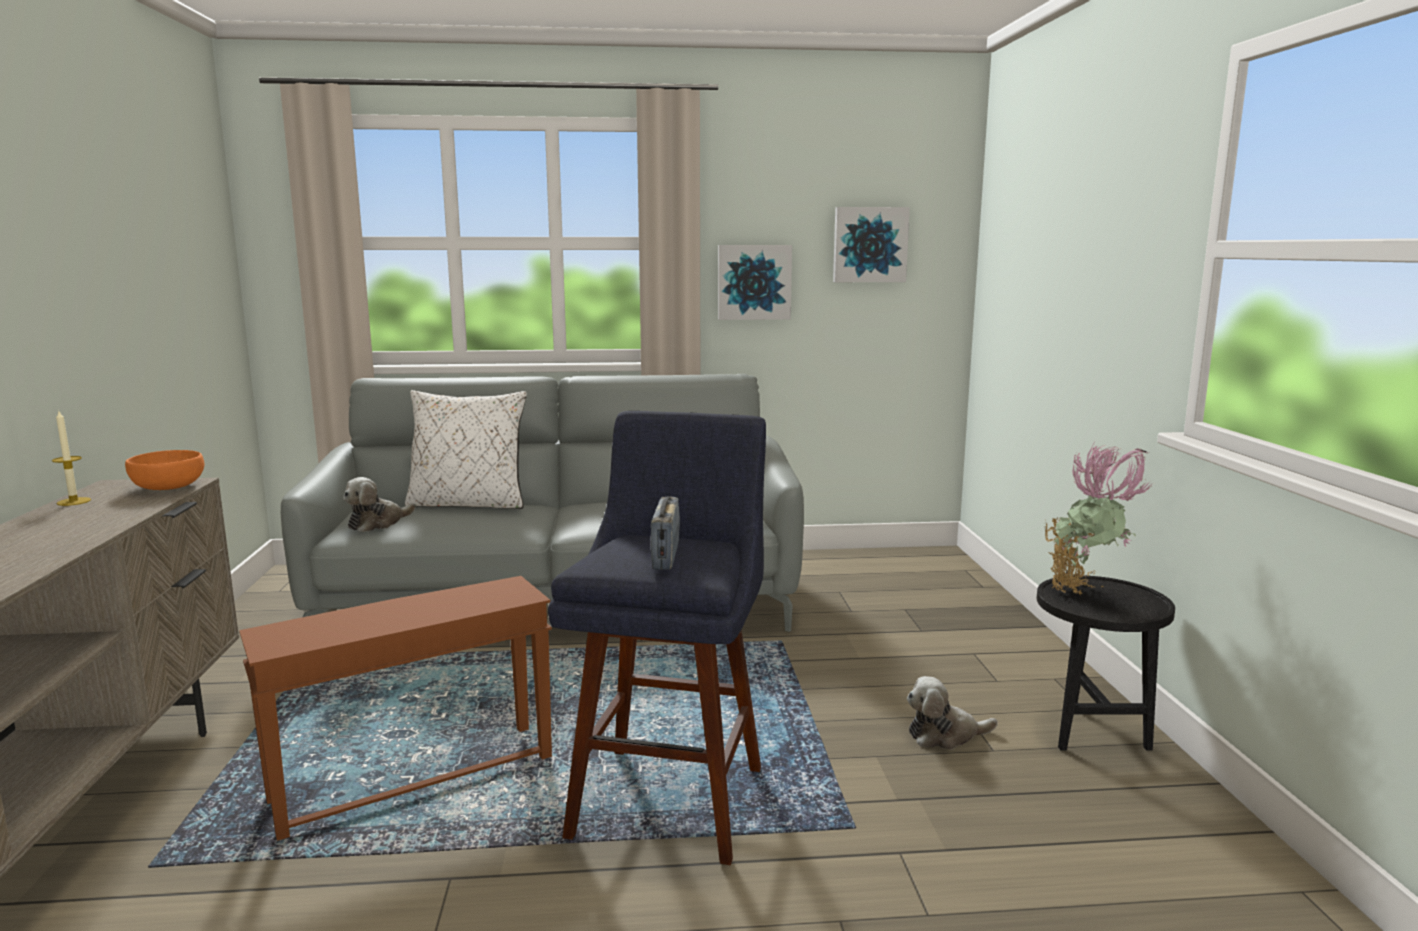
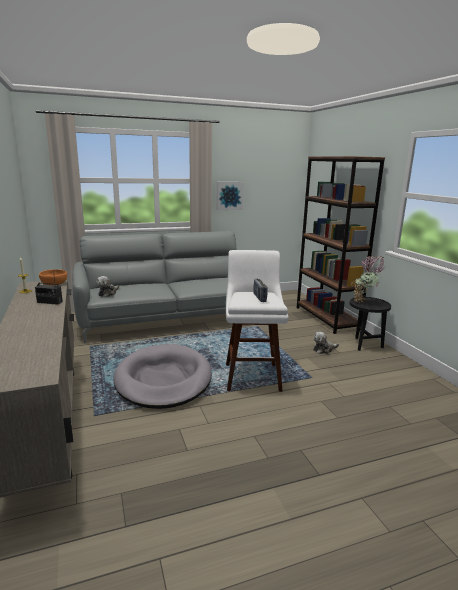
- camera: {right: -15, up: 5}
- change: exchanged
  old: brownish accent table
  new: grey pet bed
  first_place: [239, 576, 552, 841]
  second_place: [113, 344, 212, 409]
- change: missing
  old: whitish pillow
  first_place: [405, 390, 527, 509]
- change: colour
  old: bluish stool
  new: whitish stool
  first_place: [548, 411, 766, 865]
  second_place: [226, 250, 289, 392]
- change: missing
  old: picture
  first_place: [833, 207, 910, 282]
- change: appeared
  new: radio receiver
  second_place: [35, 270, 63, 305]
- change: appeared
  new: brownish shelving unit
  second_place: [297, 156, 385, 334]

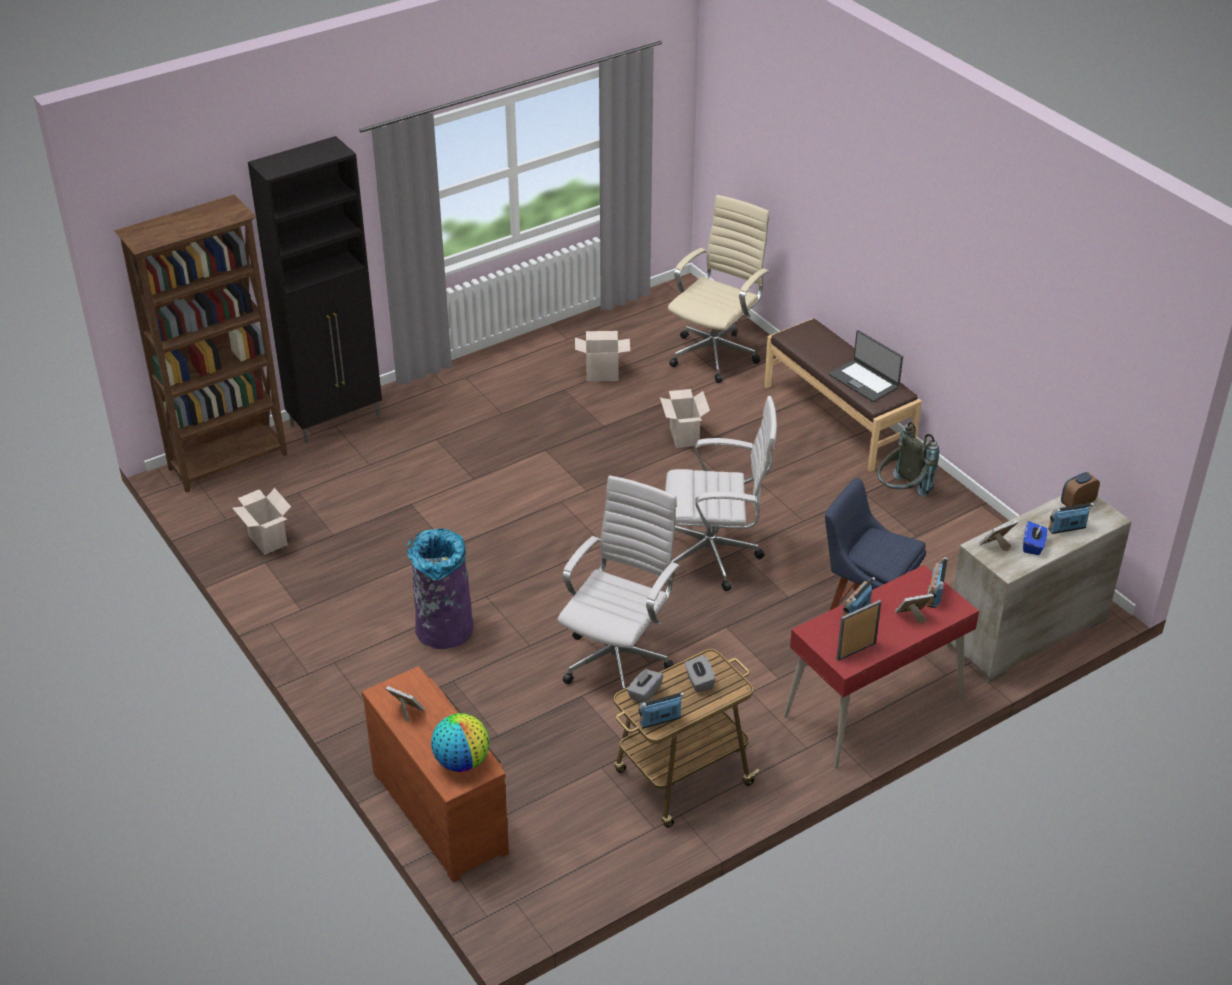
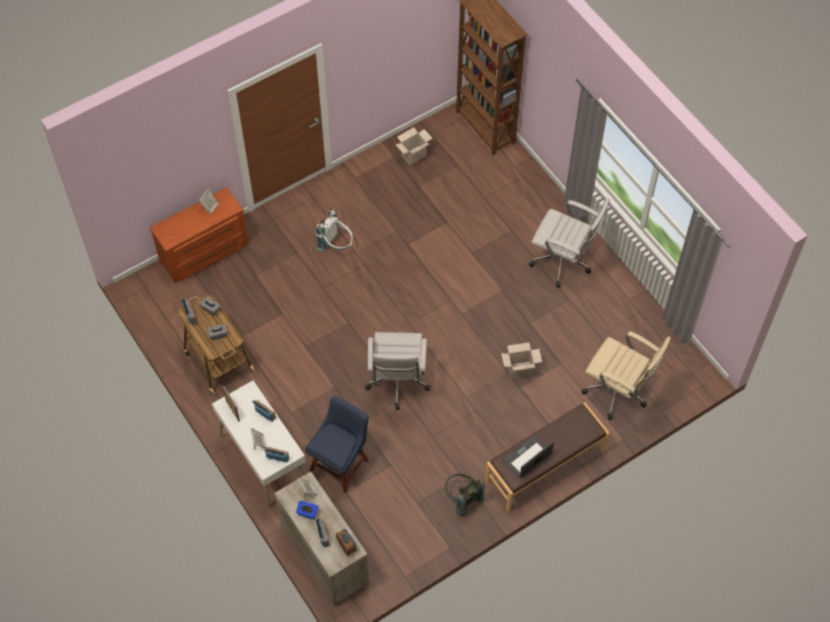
- camera: {right: 90, up: 20}
- change: missing
  old: black cabinet
  first_place: [248, 136, 382, 443]
- change: exchanged
  old: purplish rubbish bin
  new: whitish backpack
  first_place: [407, 528, 474, 649]
  second_place: [316, 209, 353, 251]
- change: missing
  old: desk globe
  first_place: [431, 713, 489, 772]
- change: relocated
  old: whitish computer chair
  first_place: [558, 475, 680, 690]
  second_place: [529, 198, 609, 288]
- change: missing
  old: packing box
  first_place: [575, 331, 630, 382]
- change: colour
  old: red desk unit
  new: whitish desk unit
  first_place: [784, 565, 979, 769]
  second_place: [212, 381, 306, 510]

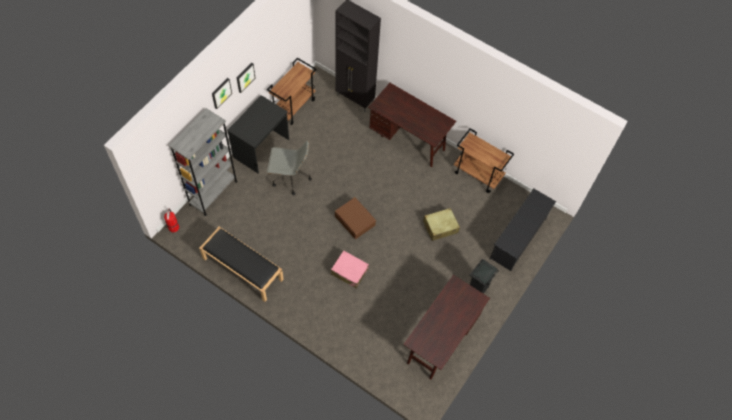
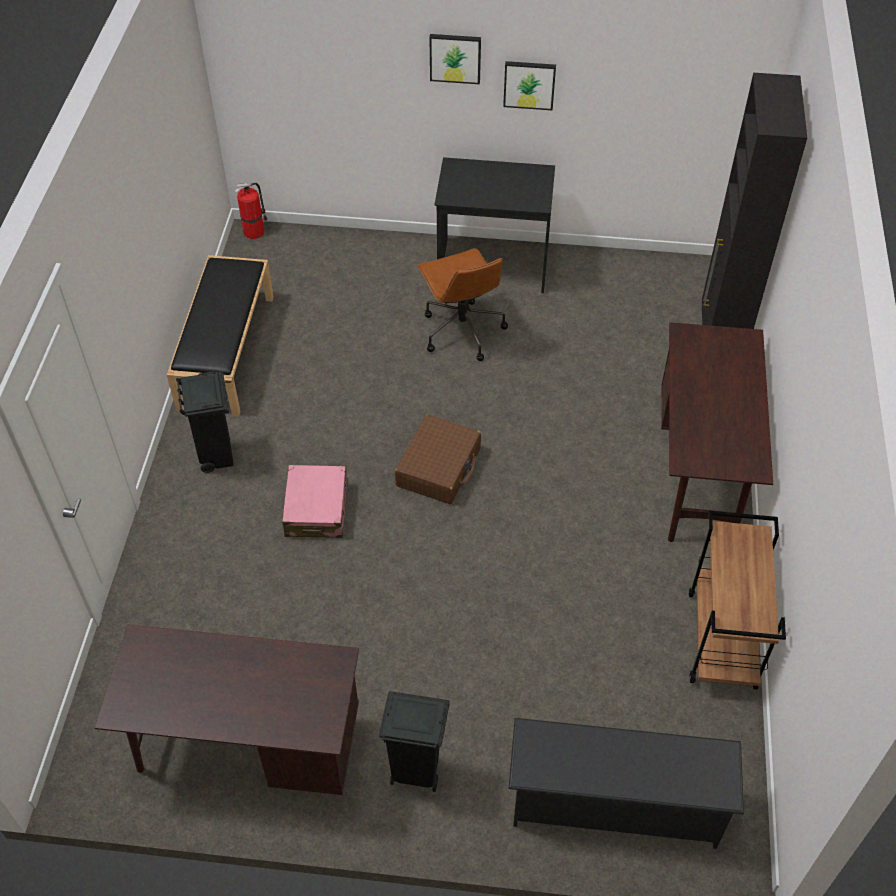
- camera: {right: 65, up: -10}
- change: missing
  old: grey shelving unit
  first_place: [169, 108, 237, 216]
- change: missing
  old: brownish cart
  first_place: [267, 58, 317, 125]
- change: colour
  old: grey computer chair
  new: brownish computer chair
  first_place: [267, 140, 312, 195]
  second_place: [417, 248, 508, 361]
- change: missing
  old: beige-coloured piece of luggage
  first_place: [423, 208, 460, 241]
- change: appeared
  new: black rubbish bin
  second_place: [176, 371, 234, 473]

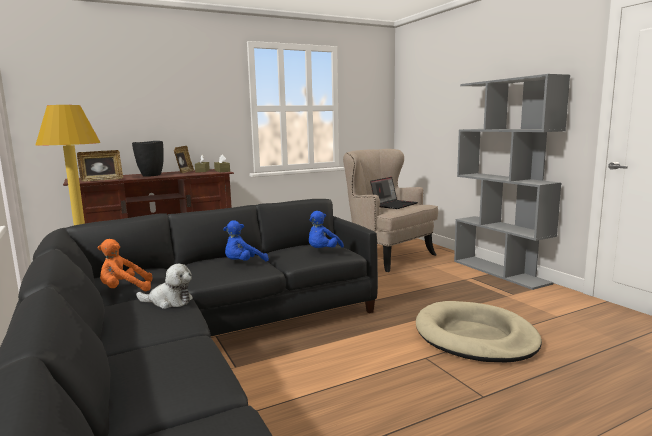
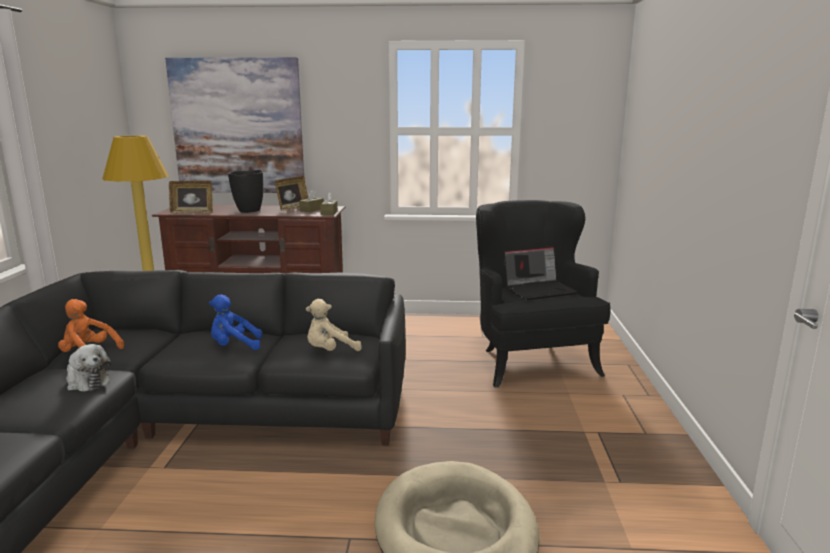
- camera: {right: 30, up: 5}
- change: colour
  old: bluish soft toy
  new: beige-coloured soft toy
  first_place: [309, 211, 344, 248]
  second_place: [306, 299, 362, 351]
- change: colour
  old: beige-coloured armchair
  new: black armchair
  first_place: [343, 149, 438, 272]
  second_place: [476, 200, 611, 387]
- change: missing
  old: grey shelving unit
  first_place: [454, 74, 570, 290]
- change: appeared
  new: picture
  second_place: [165, 57, 304, 193]

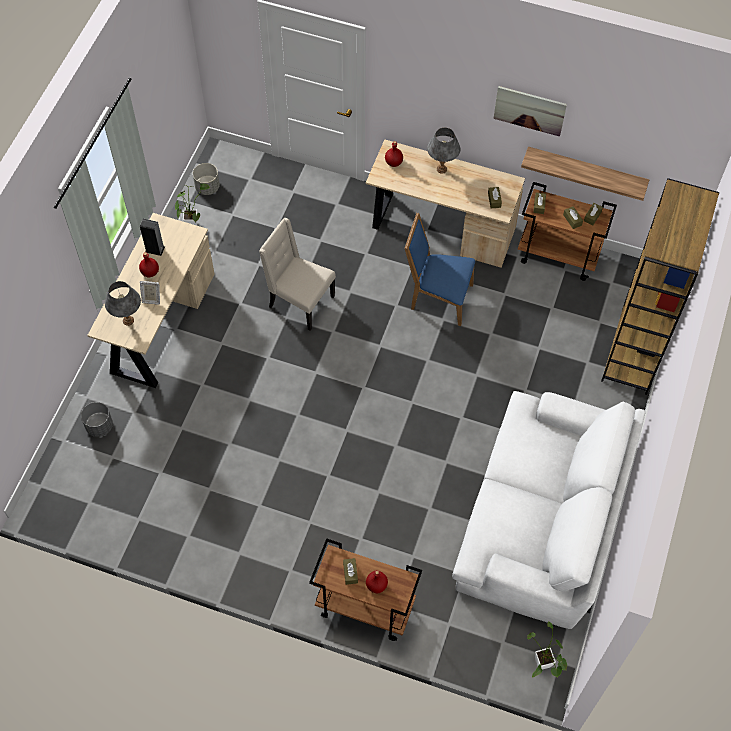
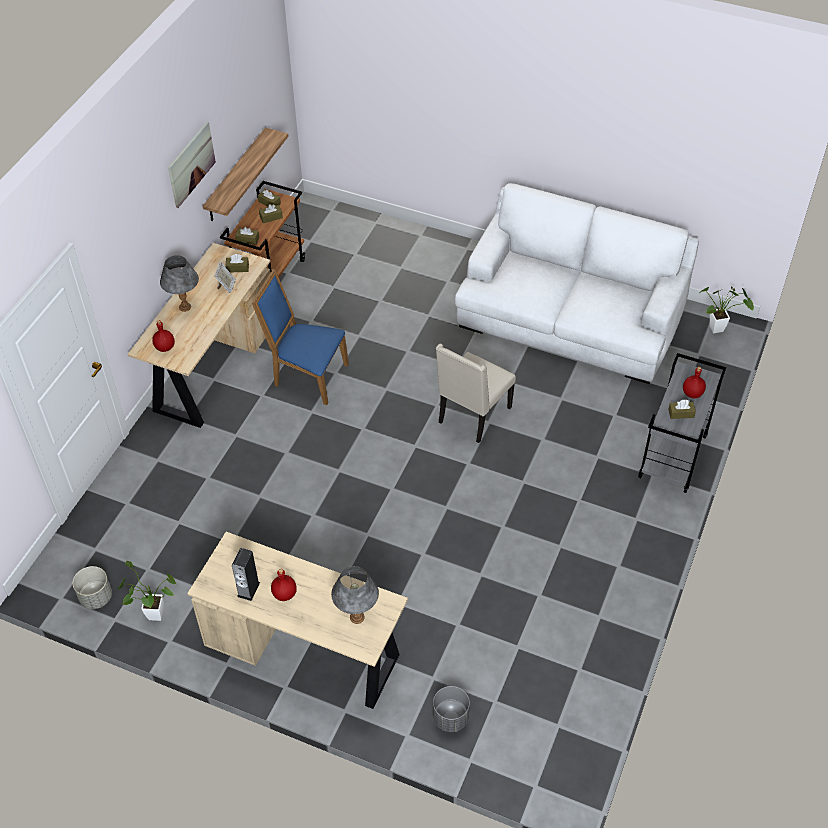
- camera: {right: -85, up: -10}
- change: relocated
  old: photo frame
  first_place: [140, 281, 160, 305]
  second_place: [215, 262, 236, 293]
- change: relocated
  old: beige-coloured chair
  first_place: [259, 218, 336, 331]
  second_place: [436, 343, 516, 443]
- change: colour
  old: brownish cart
  new: grey cart
  first_place: [309, 538, 422, 641]
  second_place: [638, 353, 726, 493]
- change: spun
  old: bluish chair
  first_place: [404, 213, 475, 326]
  second_place: [252, 269, 349, 405]
  degrees: 90
- change: missing
  old: brownish shelving unit
  first_place: [601, 178, 719, 395]

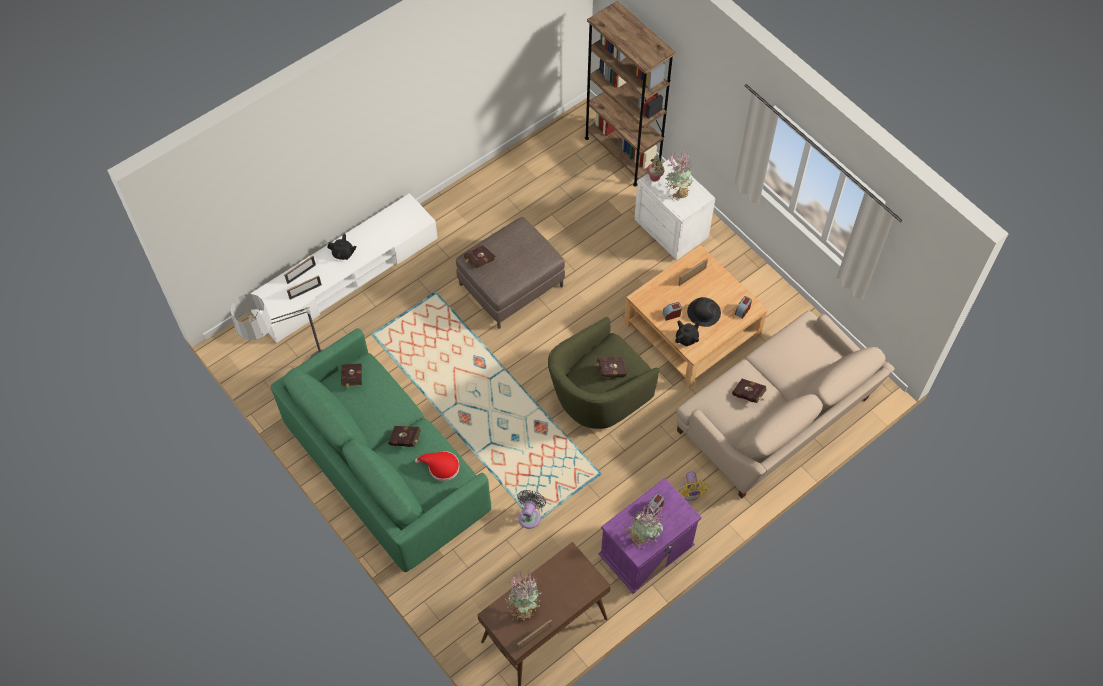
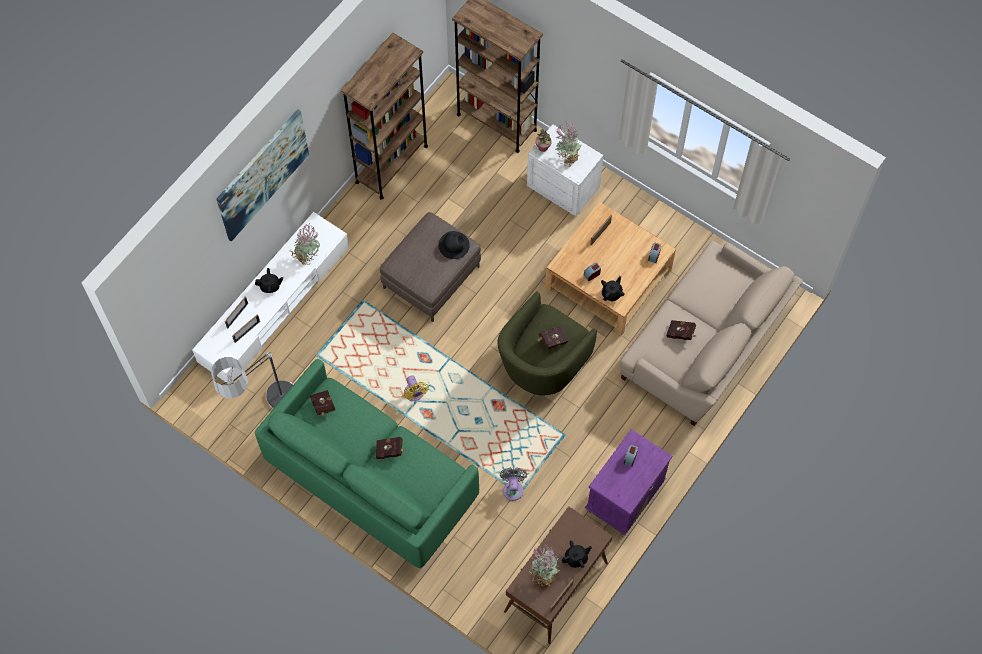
- camera: {right: -15, up: 5}
- change: missing
  old: red wearable hat
  first_place: [415, 451, 460, 481]
- change: missing
  old: red volume
  first_place: [464, 245, 495, 269]
- change: relocated
  old: potted plant
  first_place: [624, 503, 665, 548]
  second_place: [289, 224, 320, 265]
- change: relocated
  old: yellow-coloured electric fan
  first_place: [679, 471, 709, 501]
  second_place: [403, 375, 429, 401]
- change: relocated
  old: black wearable hat
  first_place: [687, 297, 721, 327]
  second_place: [438, 231, 470, 259]
- change: appeared
  new: picture
  second_place: [216, 109, 309, 242]
- change: appeared
  new: brownish shelving unit
  second_place: [340, 33, 428, 200]
- change: appeared
  new: black teapot
  second_place: [562, 540, 592, 568]

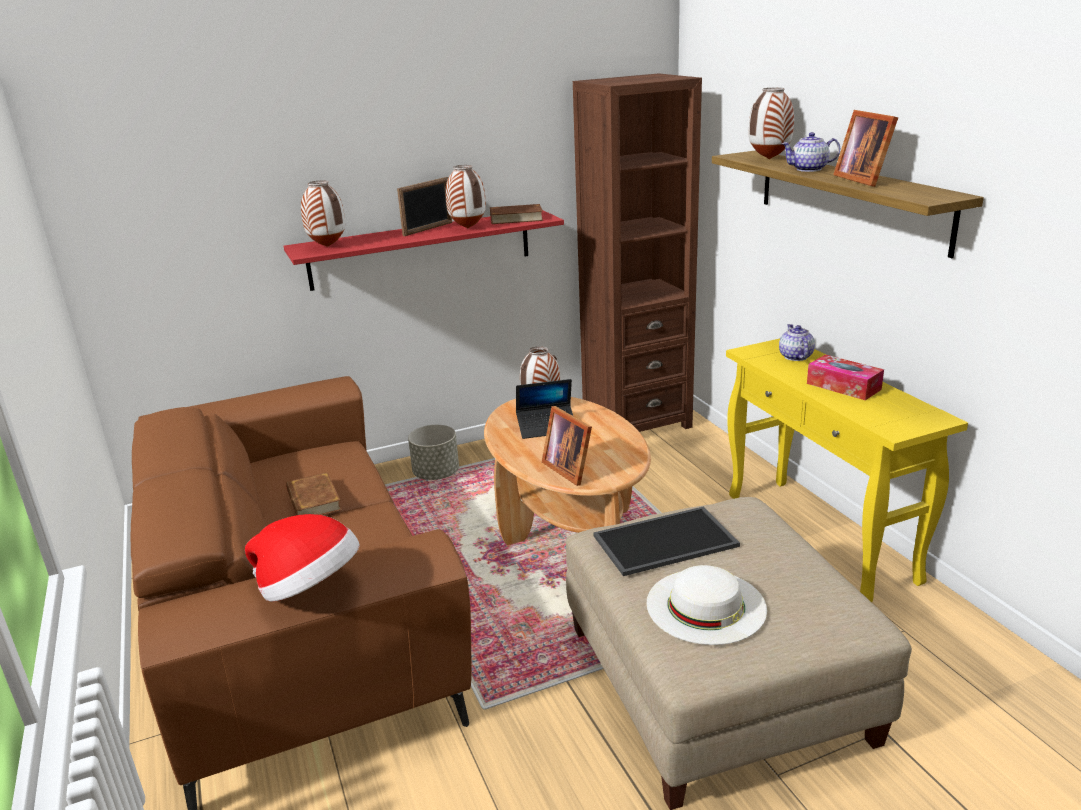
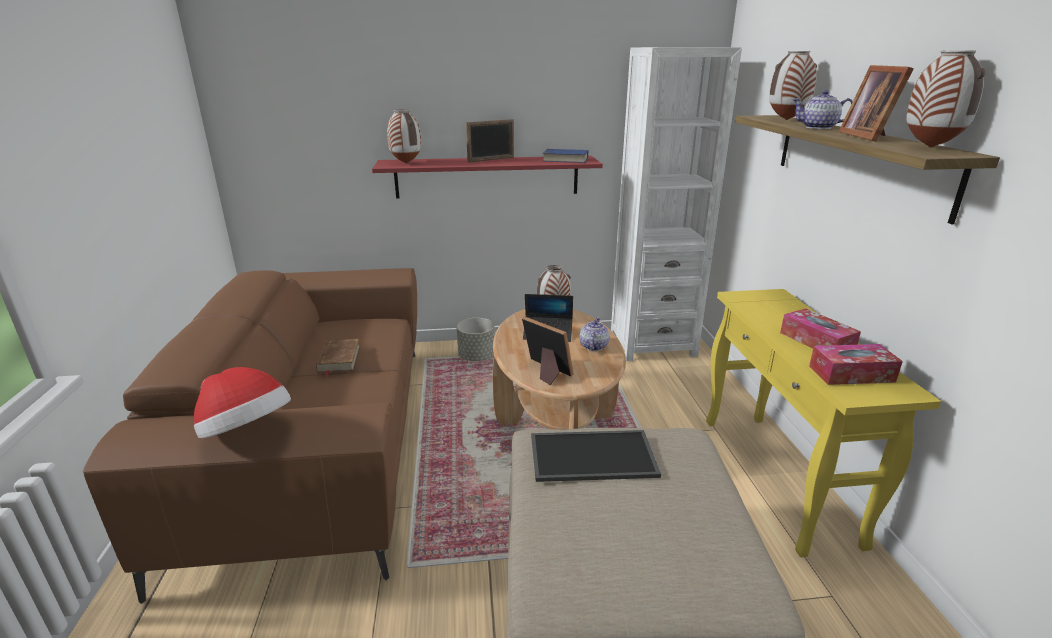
- camera: {right: 15, up: 0}
- change: relocated
  old: vase
  first_place: [445, 165, 486, 228]
  second_place: [906, 51, 986, 148]
- change: colour
  old: brownish volume
  new: bluish volume
  first_place: [485, 204, 543, 224]
  second_place: [539, 149, 588, 163]
- change: spun
  old: photo frame
  first_place: [542, 406, 592, 486]
  second_place: [522, 317, 574, 385]
  degrees: 150
- change: colour
  old: brownish shelving unit
  new: whitish shelving unit
  first_place: [573, 73, 702, 432]
  second_place: [611, 47, 742, 361]
- change: missing
  old: whitish wearable hat
  first_place: [646, 565, 767, 645]
- change: relocated
  old: teapot
  first_place: [779, 324, 815, 361]
  second_place: [580, 317, 609, 351]
- change: appeared
  new: tissue box
  second_place: [809, 344, 903, 385]

